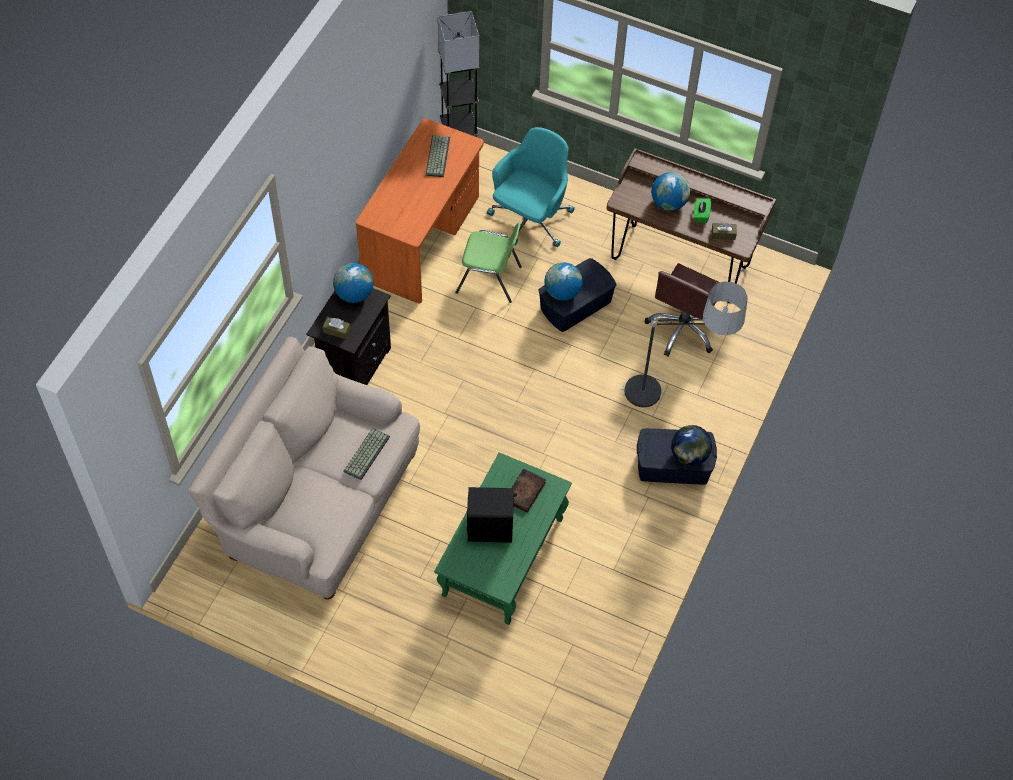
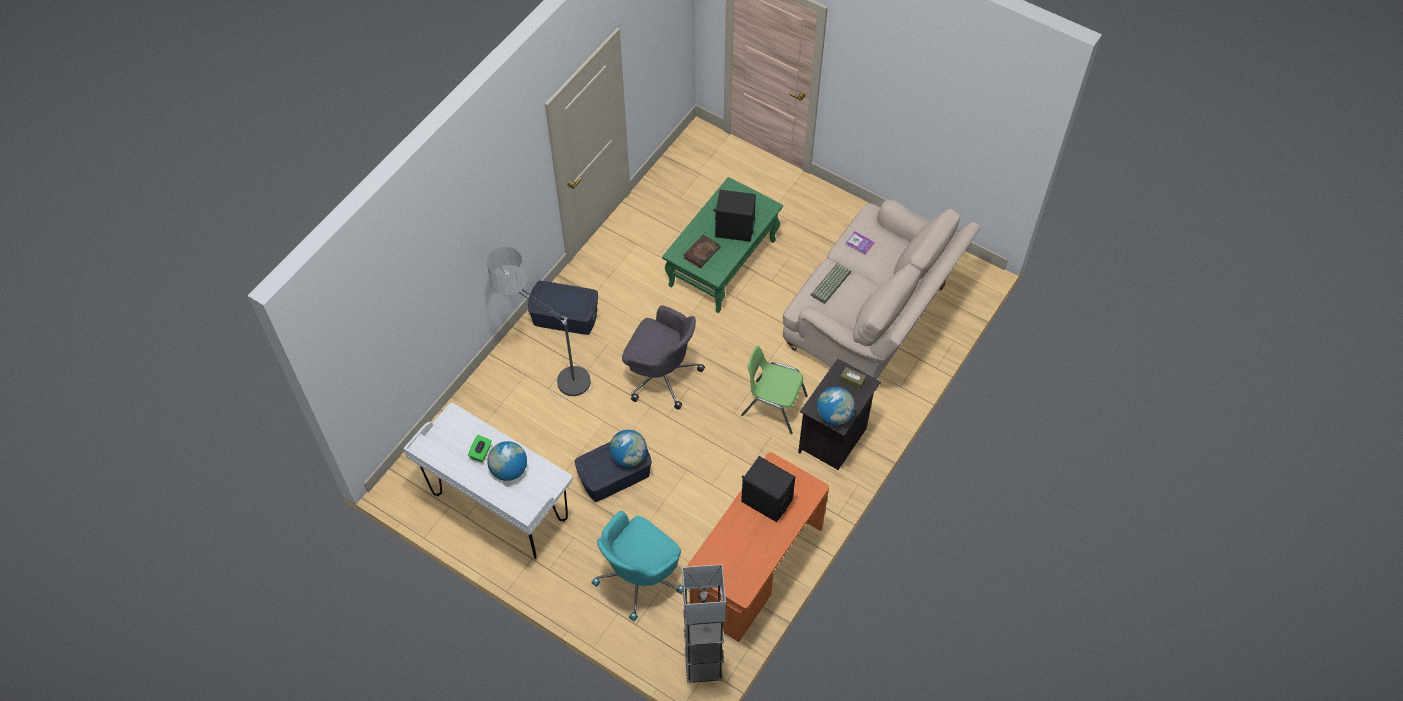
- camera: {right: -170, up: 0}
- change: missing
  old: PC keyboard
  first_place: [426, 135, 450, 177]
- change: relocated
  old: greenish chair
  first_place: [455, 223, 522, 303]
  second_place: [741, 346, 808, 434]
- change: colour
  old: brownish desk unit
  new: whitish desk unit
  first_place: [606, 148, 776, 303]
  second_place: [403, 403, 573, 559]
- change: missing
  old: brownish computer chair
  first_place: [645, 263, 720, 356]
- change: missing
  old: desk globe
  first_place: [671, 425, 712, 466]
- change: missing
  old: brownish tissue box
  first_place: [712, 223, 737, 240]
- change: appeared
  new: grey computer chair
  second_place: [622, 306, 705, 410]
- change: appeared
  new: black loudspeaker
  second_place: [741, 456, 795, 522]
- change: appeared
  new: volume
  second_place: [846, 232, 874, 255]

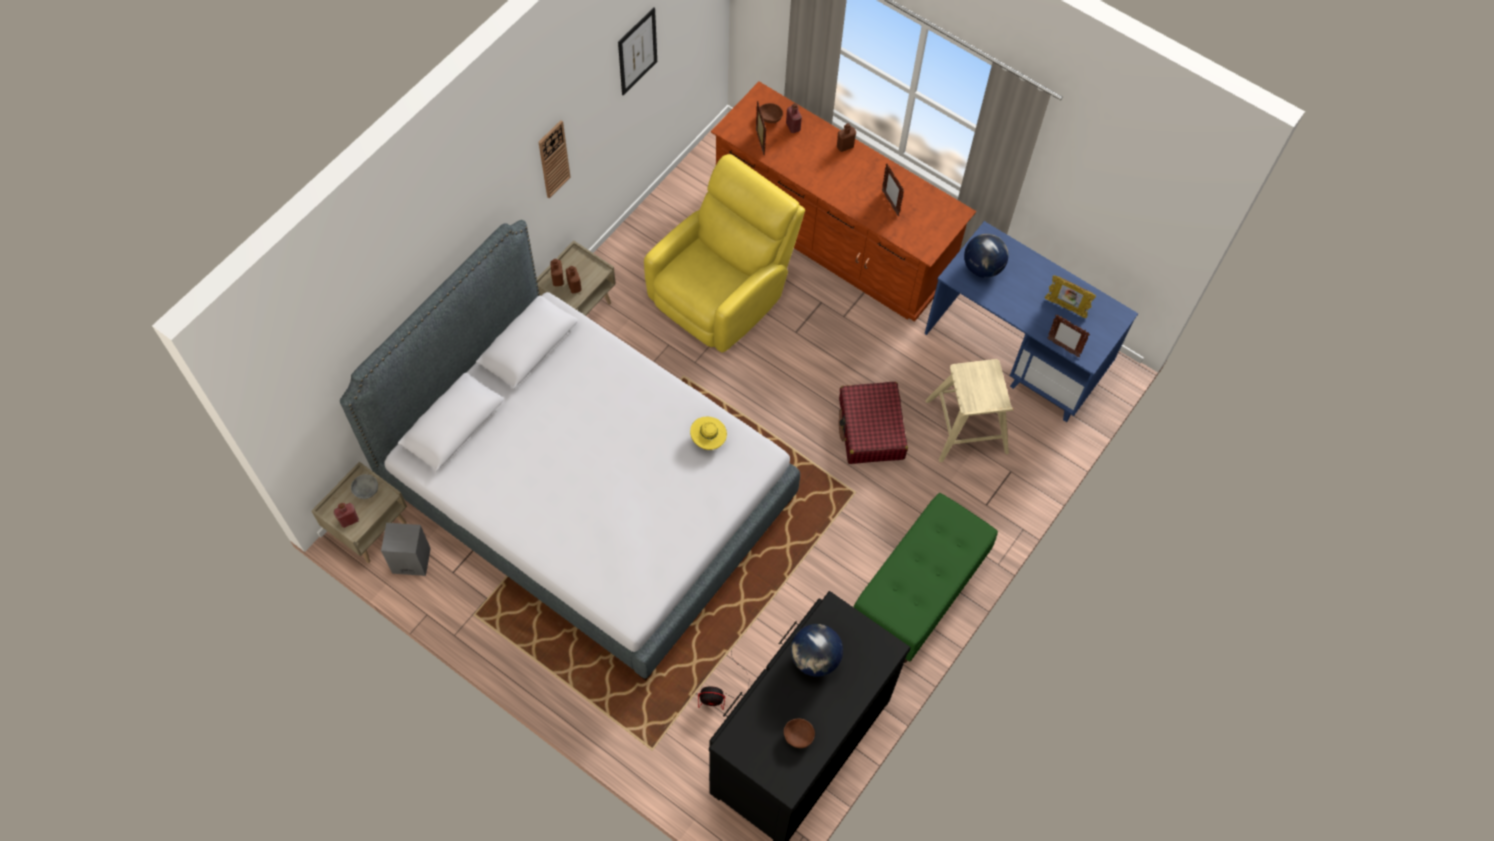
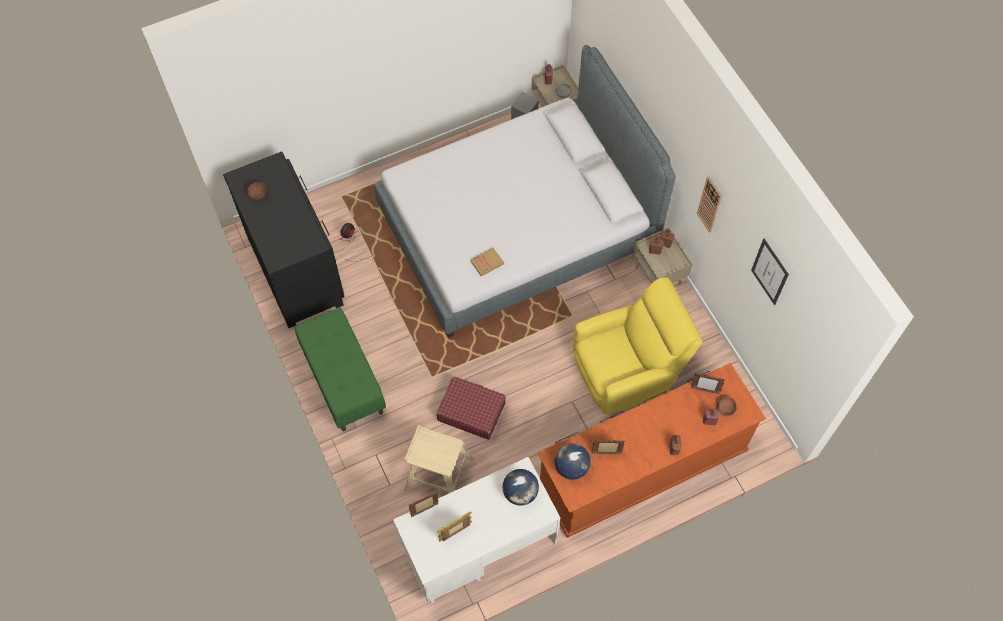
- camera: {right: 120, up: 0}
- change: spun
  old: yellow-coloured armchair
  first_place: [644, 154, 805, 353]
  second_place: [573, 277, 703, 415]
  degrees: -90
- change: exchanged
  old: yellow-coloured wearable hat
  new: volume
  first_place: [690, 417, 727, 450]
  second_place: [470, 248, 504, 276]
- change: relocated
  old: desk globe
  first_place: [791, 624, 843, 677]
  second_place: [554, 443, 591, 480]
- change: colour
  old: bluish desk unit
  new: whitish desk unit
  first_place: [925, 221, 1138, 422]
  second_place: [393, 457, 561, 604]

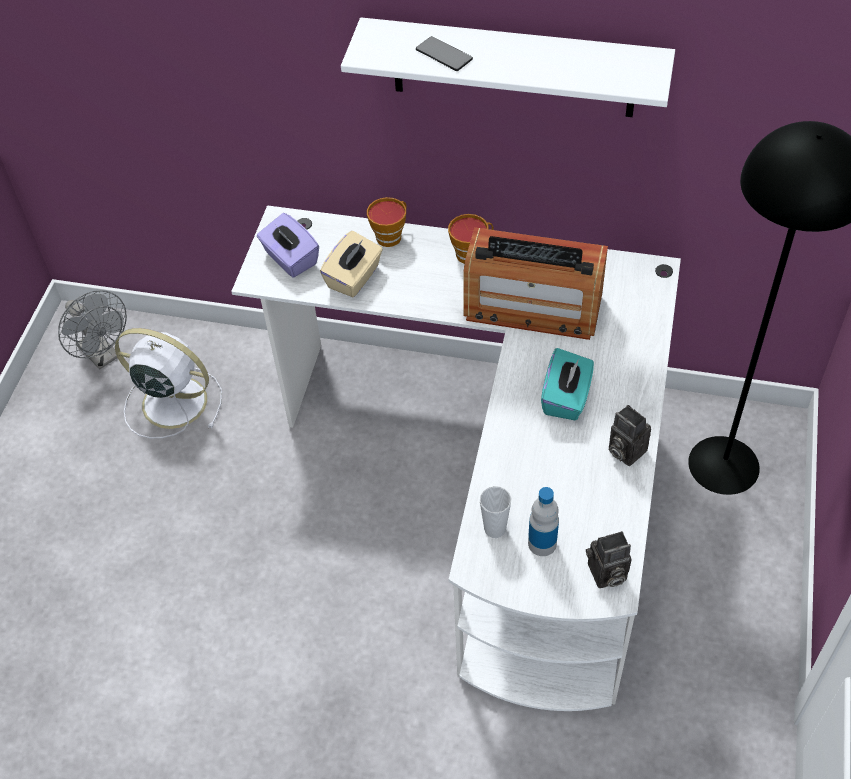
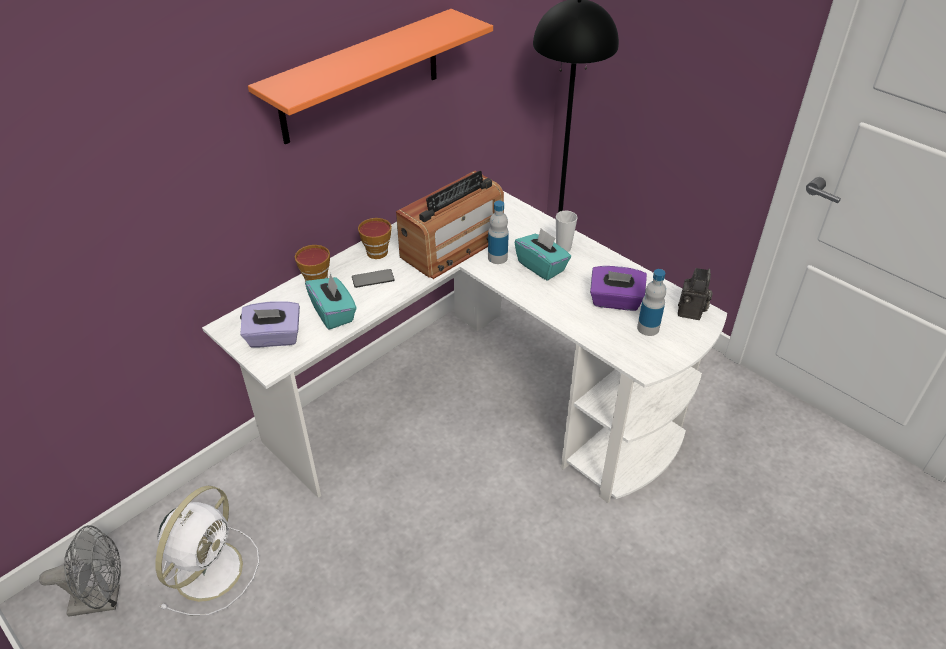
- camera: {right: -60, up: -10}
- change: spun
  old: whitish electric fan
  first_place: [115, 328, 222, 438]
  second_place: [155, 486, 259, 616]
  degrees: 150
- change: colour
  old: beige-coloured tissue box
  new: turquoise-coloured tissue box
  first_place: [320, 231, 383, 297]
  second_place: [305, 273, 357, 330]
- change: colour
  old: whitish wall shelf
  new: orange-coloured wall shelf
  first_place: [341, 18, 675, 117]
  second_place: [248, 9, 493, 144]
- change: relocated
  old: handset
  first_place: [416, 36, 473, 71]
  second_place: [352, 269, 394, 288]
- change: relocated
  old: drinking cup
  first_place: [480, 486, 511, 538]
  second_place: [556, 211, 578, 252]
- change: missing
  old: photo camera
  first_place: [608, 405, 651, 466]
- change: appeared
  new: beverage bottle
  second_place: [488, 201, 509, 264]
- change: appeared
  new: purplish tissue box
  second_place: [590, 266, 647, 311]

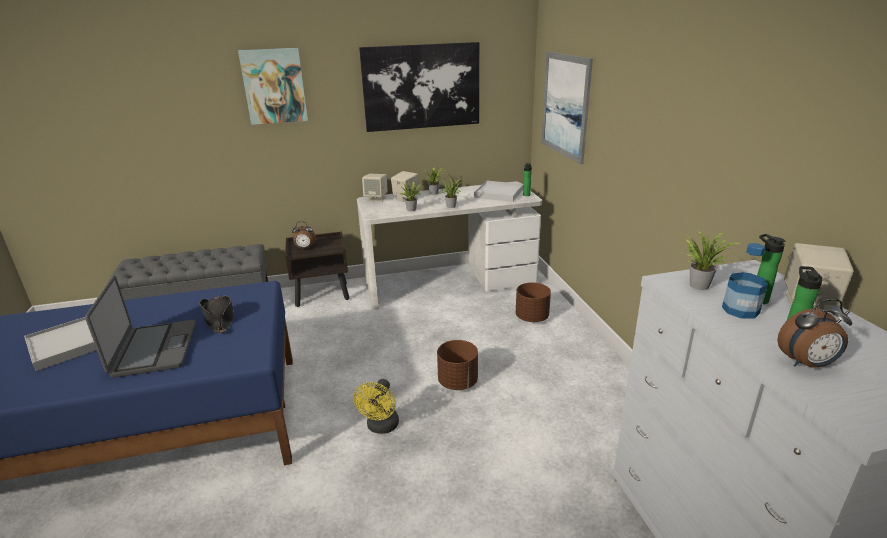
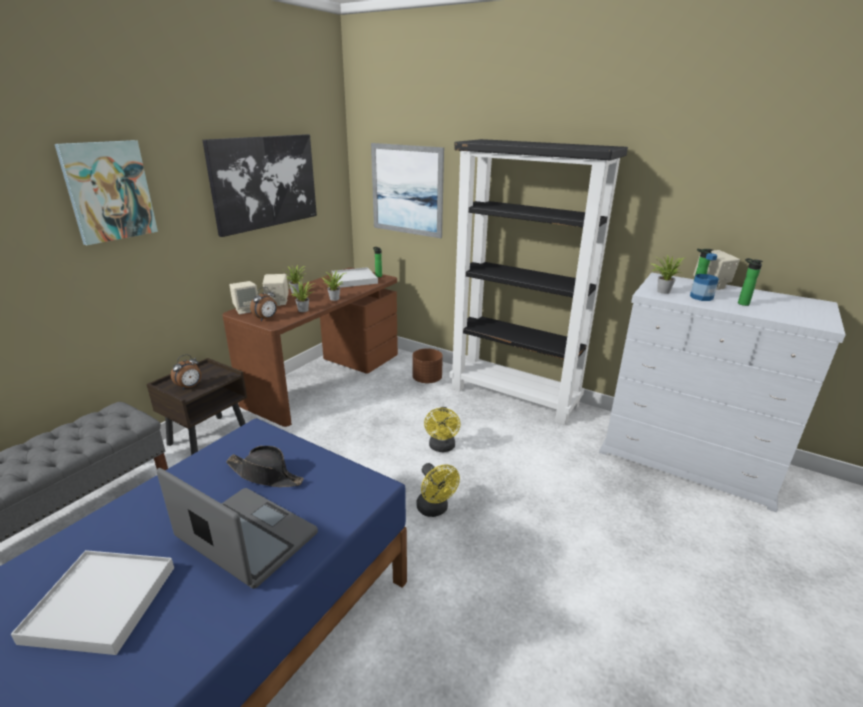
- camera: {right: -45, up: 0}
- change: colour
  old: whitish desk unit
  new: brownish desk unit
  first_place: [357, 181, 542, 309]
  second_place: [222, 268, 398, 427]
- change: exchanged
  old: brownish plant pot
  new: yellow-coloured electric fan
  first_place: [437, 340, 478, 390]
  second_place: [424, 407, 460, 452]
- change: relocated
  old: bedside clock
  first_place: [777, 299, 852, 367]
  second_place: [250, 287, 277, 321]
- change: appeared
  new: black shelving unit
  second_place: [449, 139, 628, 425]

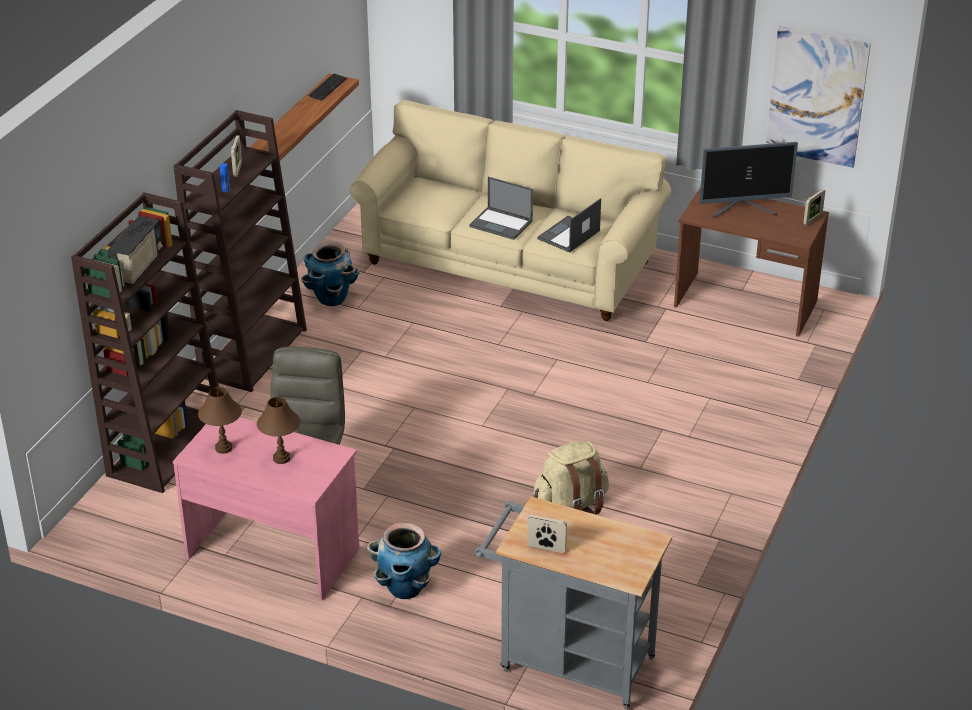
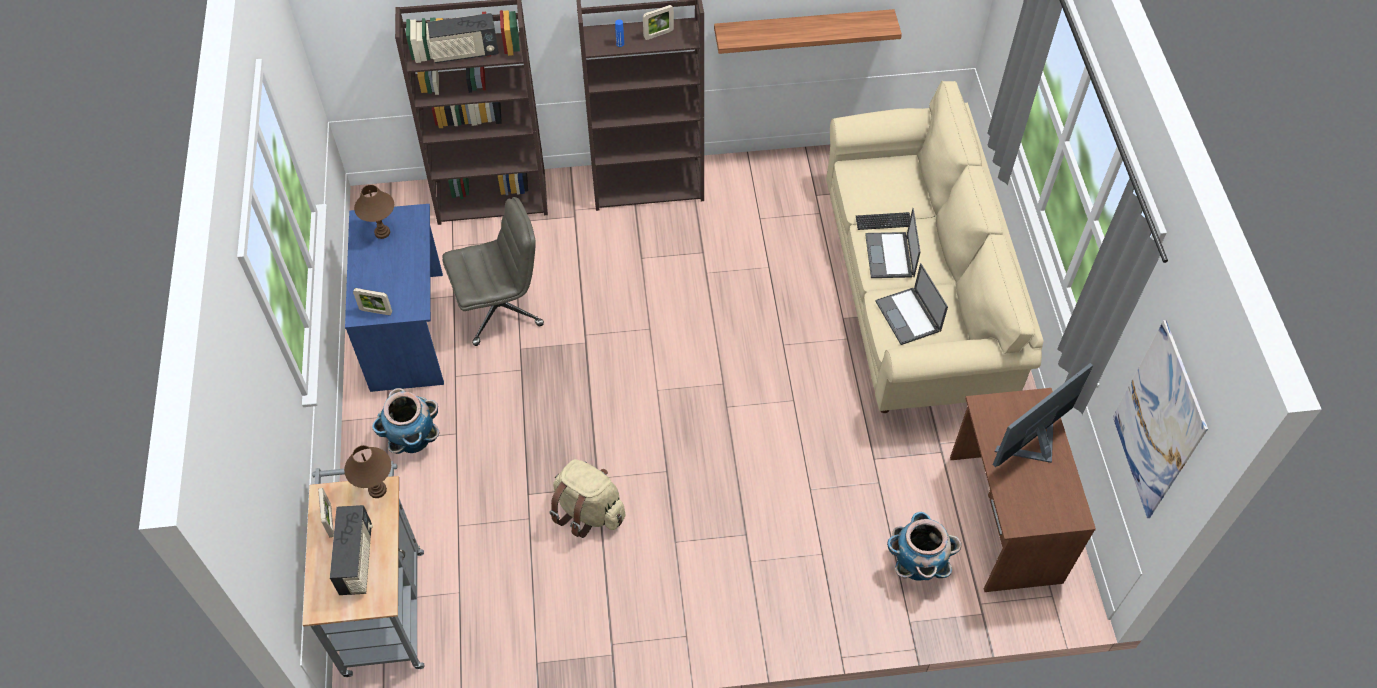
- camera: {right: 60, up: 20}
- change: colour
  old: pink-coloured desk unit
  new: bluish desk unit
  first_place: [173, 417, 359, 600]
  second_place: [345, 204, 444, 392]
- change: relocated
  old: brownish tabletop lamp
  first_place: [257, 397, 300, 464]
  second_place: [344, 445, 391, 498]
- change: relocated
  old: plant pot
  first_place: [301, 242, 359, 306]
  second_place: [887, 512, 962, 580]
- change: relocated
  old: PC keyboard
  first_place: [308, 74, 347, 101]
  second_place: [856, 212, 910, 230]
- change: spun
  old: notebook computer
  first_place: [537, 198, 601, 253]
  second_place: [875, 263, 948, 345]
  degrees: -120
- change: spun
  old: monitor
  first_place: [699, 142, 798, 218]
  second_place: [993, 363, 1093, 467]
  degrees: 90
- change: relocated
  old: photo frame
  first_place: [803, 189, 825, 226]
  second_place: [353, 288, 392, 315]
- change: appeared
  new: radio receiver
  second_place: [330, 505, 373, 595]

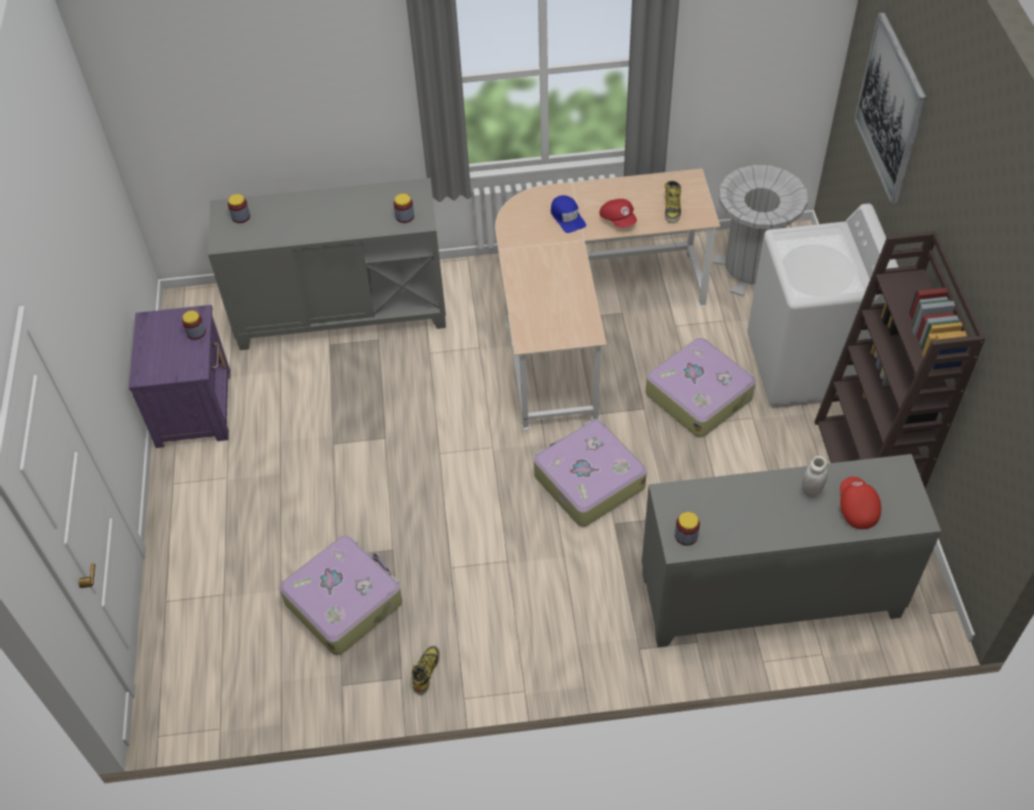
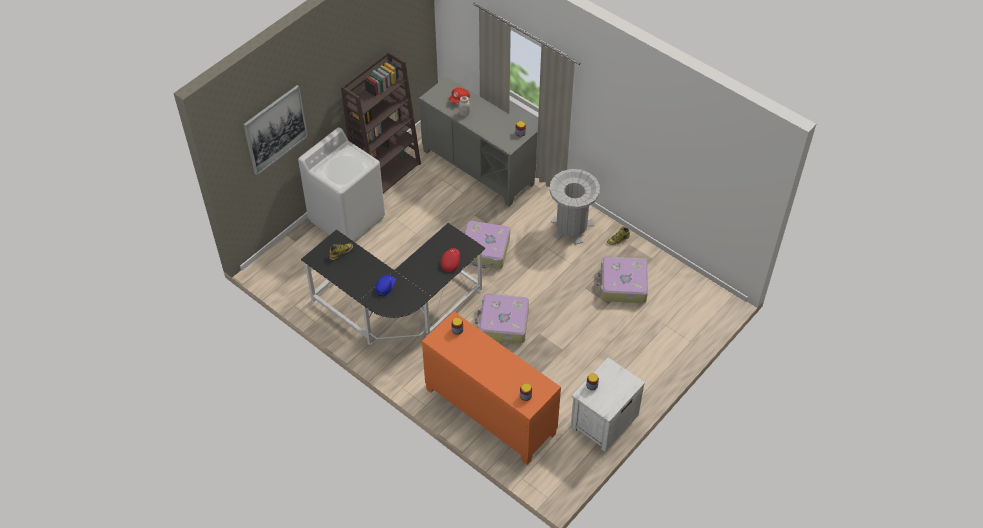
- camera: {right: -135, up: 0}
- change: colour
  old: purplish nightstand
  new: whitish nightstand
  first_place: [129, 305, 230, 448]
  second_place: [570, 357, 645, 452]
- change: colour
  old: grey cabinet
  new: orange-coloured cabinet
  first_place: [208, 178, 446, 350]
  second_place: [422, 311, 561, 465]
- change: colour
  old: beige-coloured desk unit
  new: black desk unit
  first_place: [495, 168, 720, 430]
  second_place: [301, 223, 486, 345]
- change: relocated
  old: red baseball cap
  first_place: [599, 199, 637, 228]
  second_place: [441, 248, 460, 272]
- change: relocated
  old: piece of luggage
  first_place: [646, 338, 756, 437]
  second_place: [475, 294, 529, 343]
- change: relocated
  old: grey rubbish bin
  first_place: [713, 165, 808, 297]
  second_place: [550, 169, 600, 245]

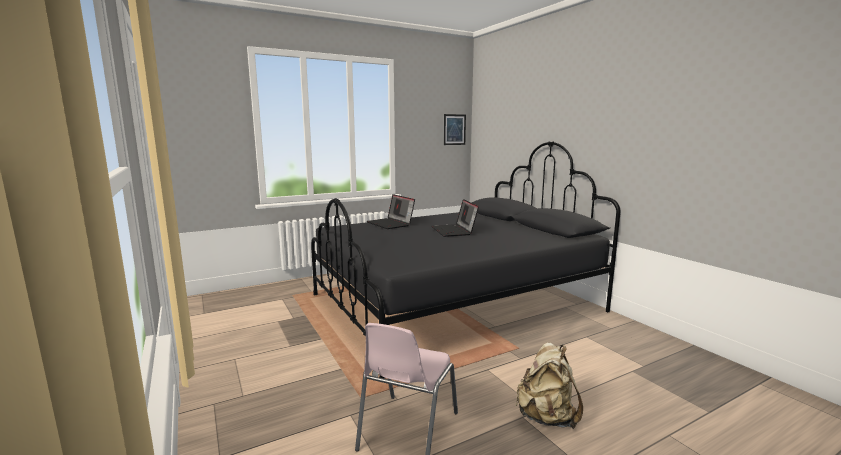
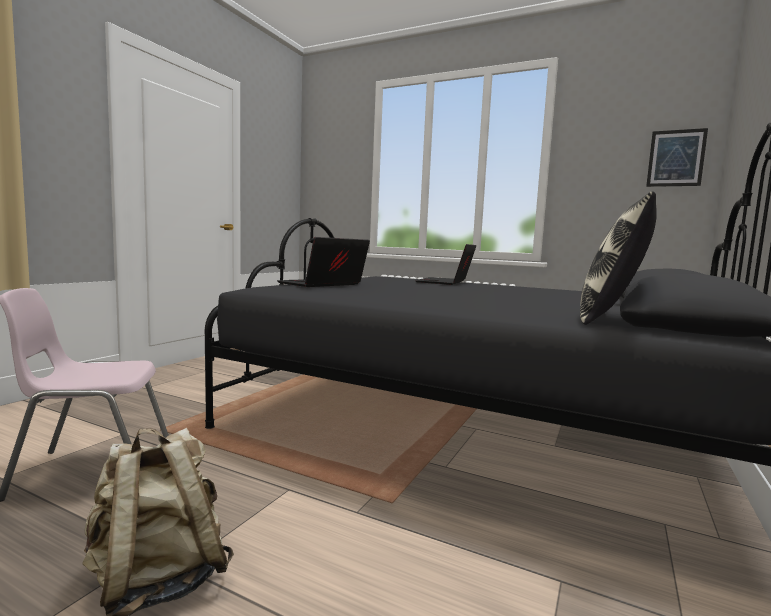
- camera: {right: 55, up: -5}
- change: relocated
  old: notebook computer
  first_place: [431, 199, 479, 237]
  second_place: [277, 237, 370, 287]
- change: appeared
  new: pillow
  second_place: [580, 191, 657, 325]

